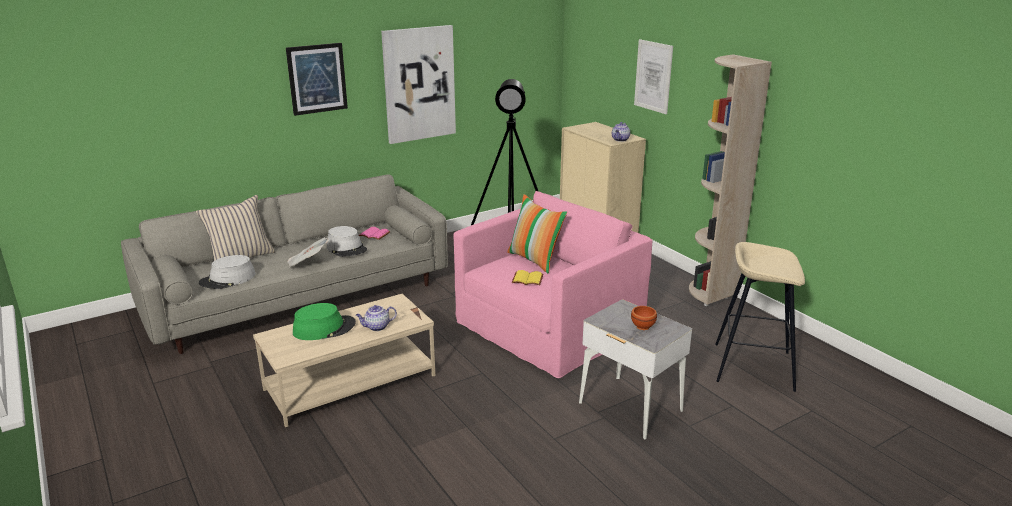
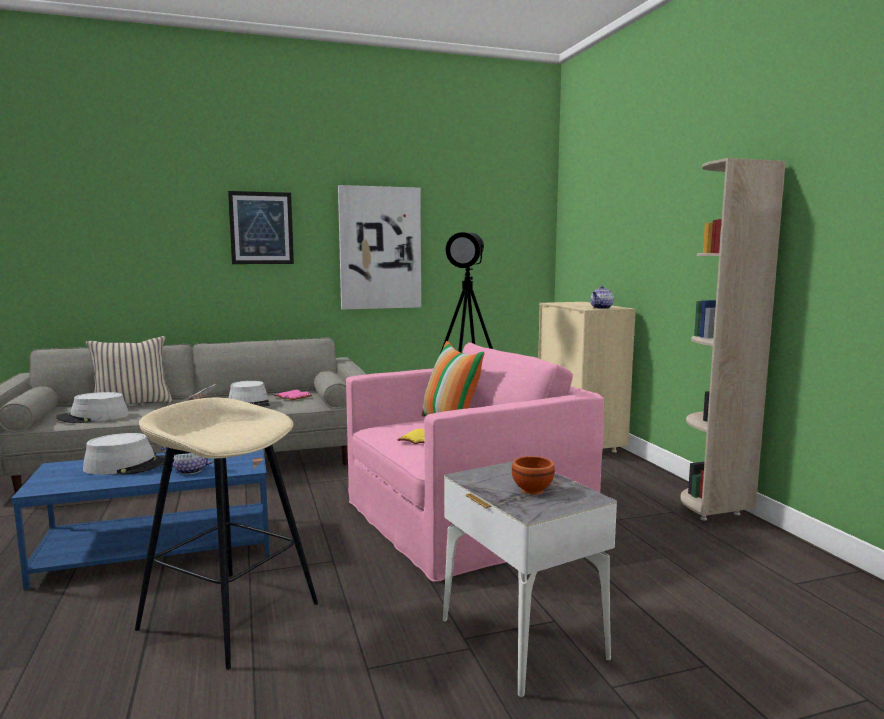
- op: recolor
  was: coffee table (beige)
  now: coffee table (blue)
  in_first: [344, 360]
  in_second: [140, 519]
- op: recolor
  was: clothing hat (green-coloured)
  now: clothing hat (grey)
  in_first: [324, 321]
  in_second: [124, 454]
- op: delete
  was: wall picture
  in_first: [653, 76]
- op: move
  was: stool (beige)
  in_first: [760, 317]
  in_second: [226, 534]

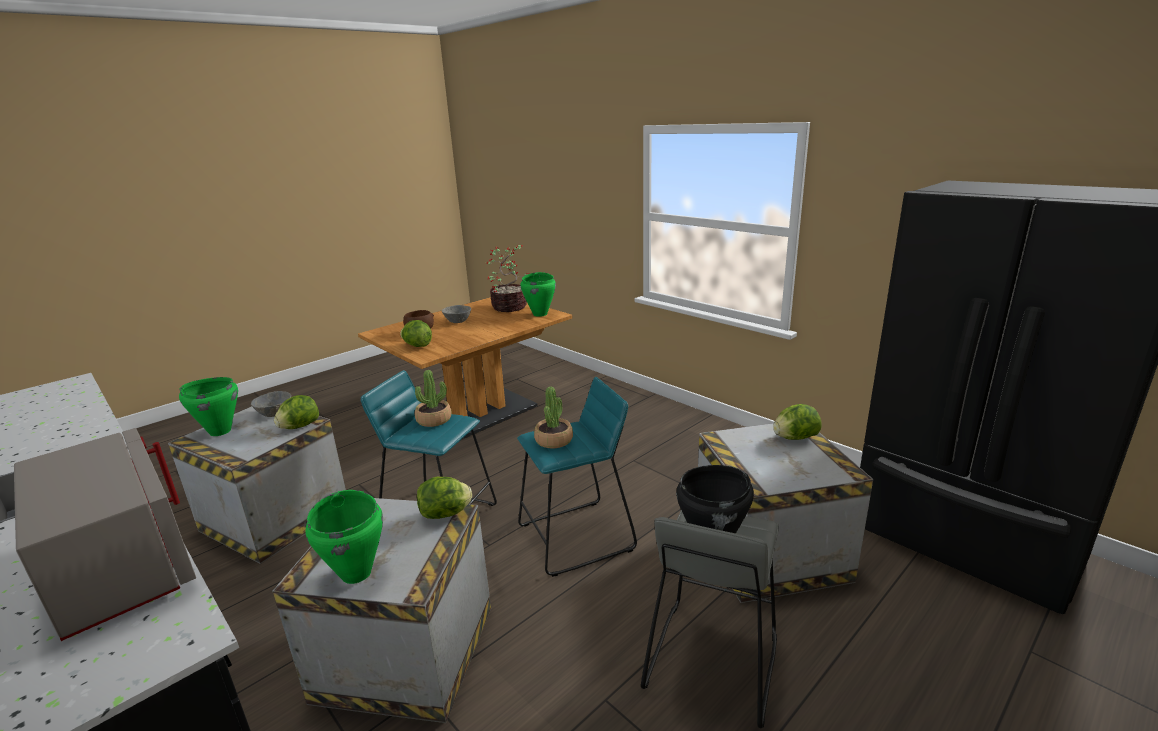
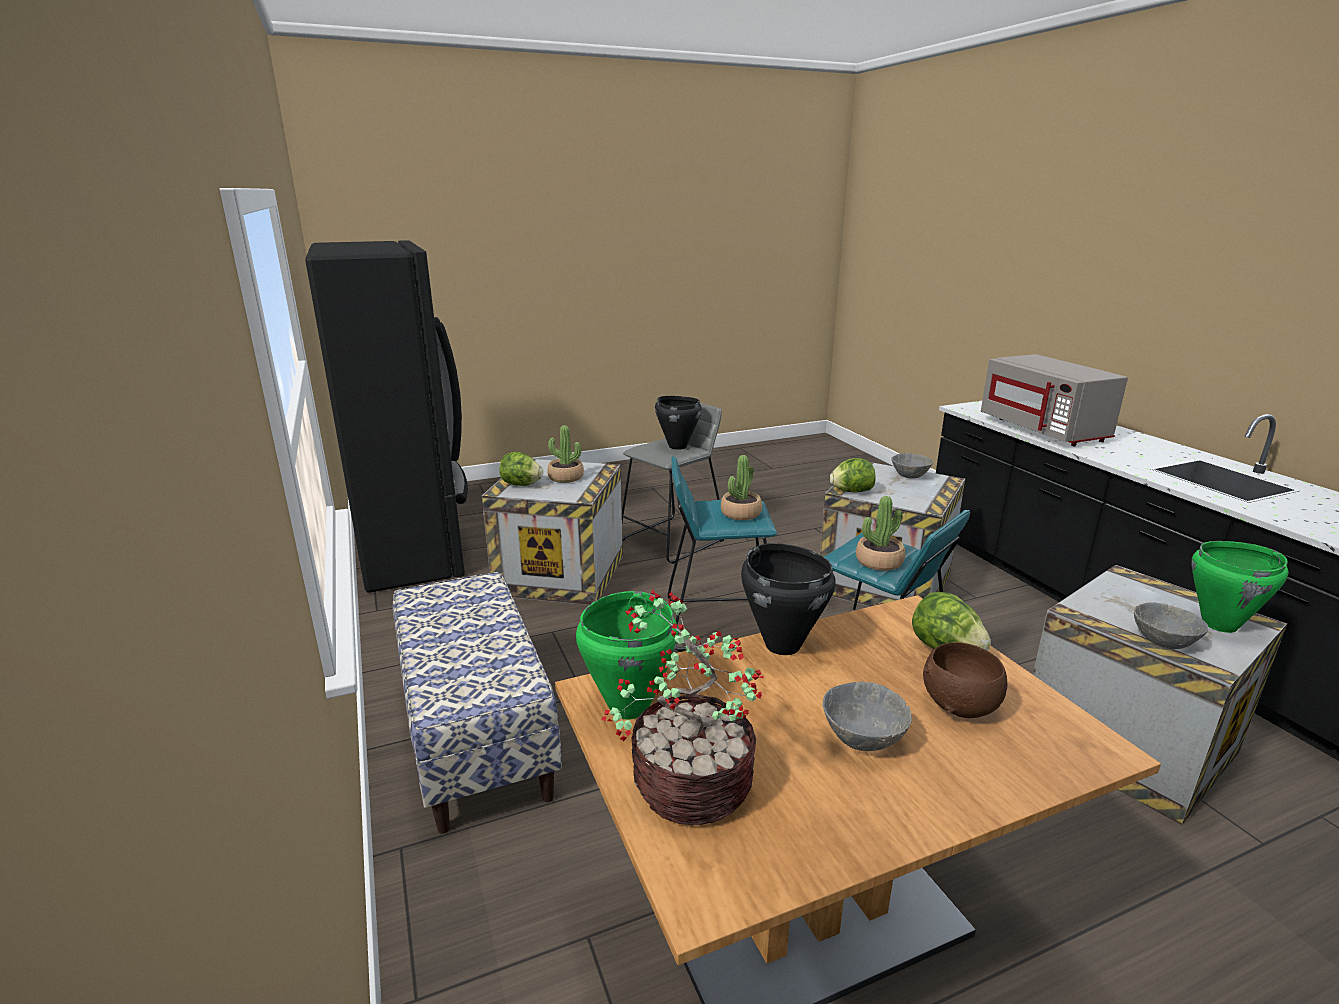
- op: delete
  was: lettuce
  in_first: [296, 412]
- op: replace
  was: stockpot (green-coloured)
  now: deep dish (grey)
  in_first: [344, 537]
  in_second: [912, 466]
- op: insert
  now: indoor bench
  in_second: [477, 703]
- op: insert
  now: houseplant
  in_second: [565, 454]
- op: insert
  now: stockpot (black)
  in_second: [788, 599]

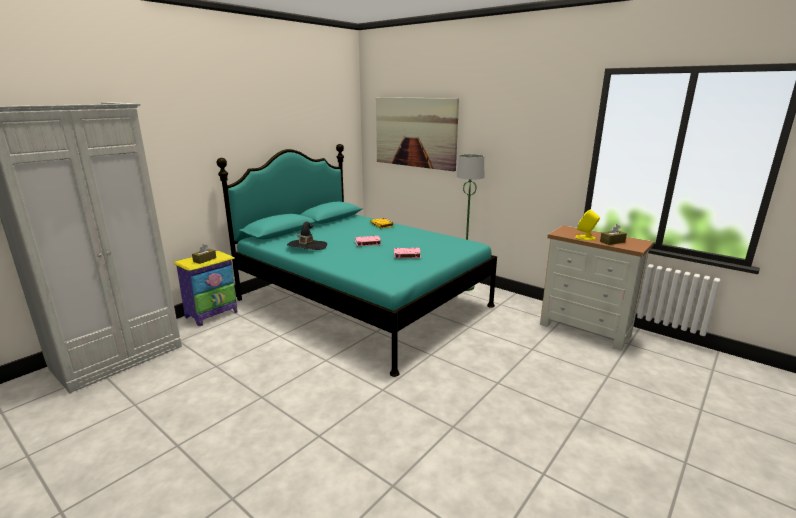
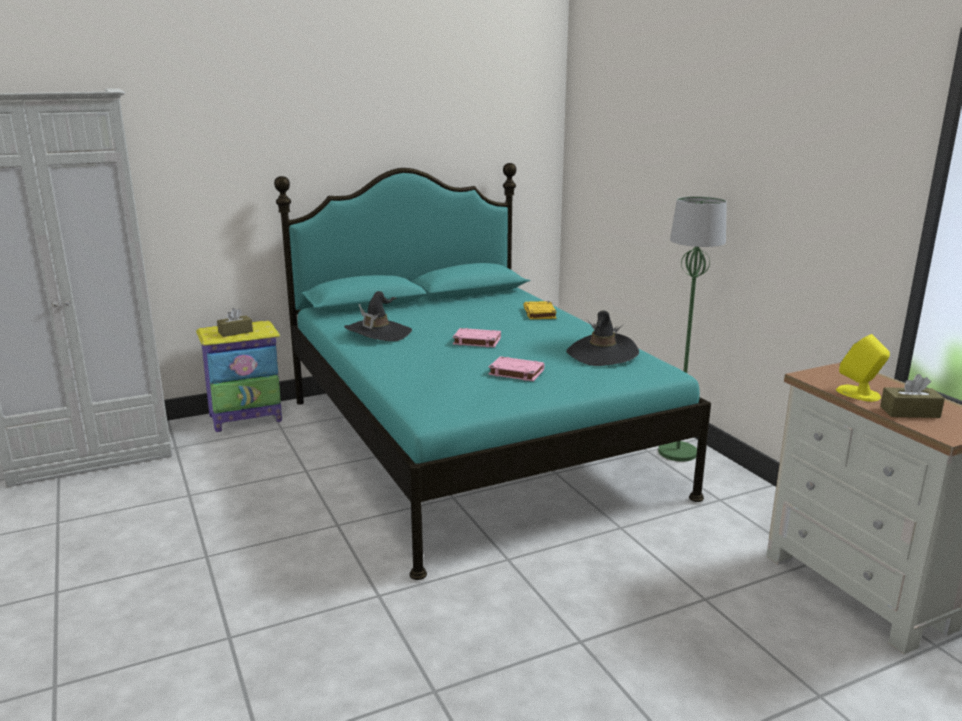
- op: delete
  was: wall picture
  in_first: [417, 134]
- op: insert
  now: clothing hat (black)
  in_second: [602, 338]

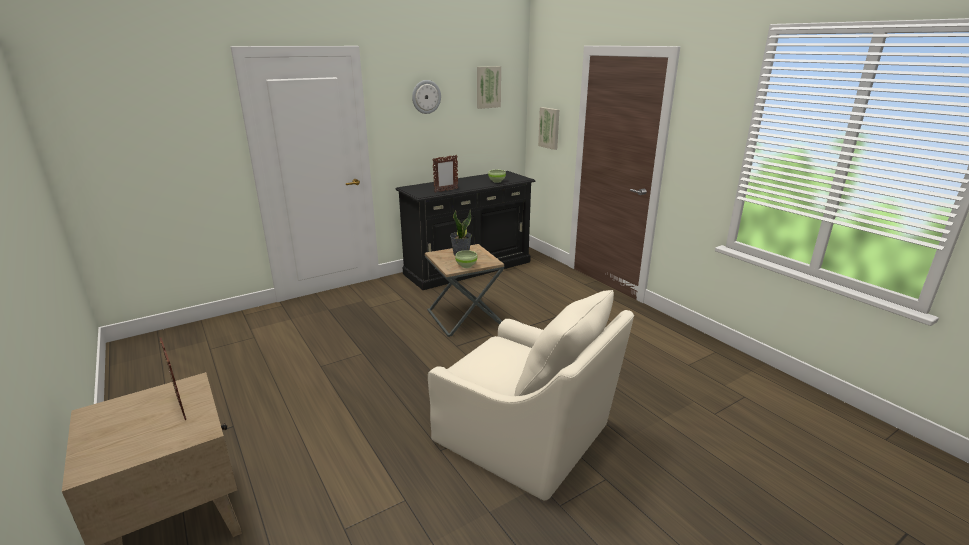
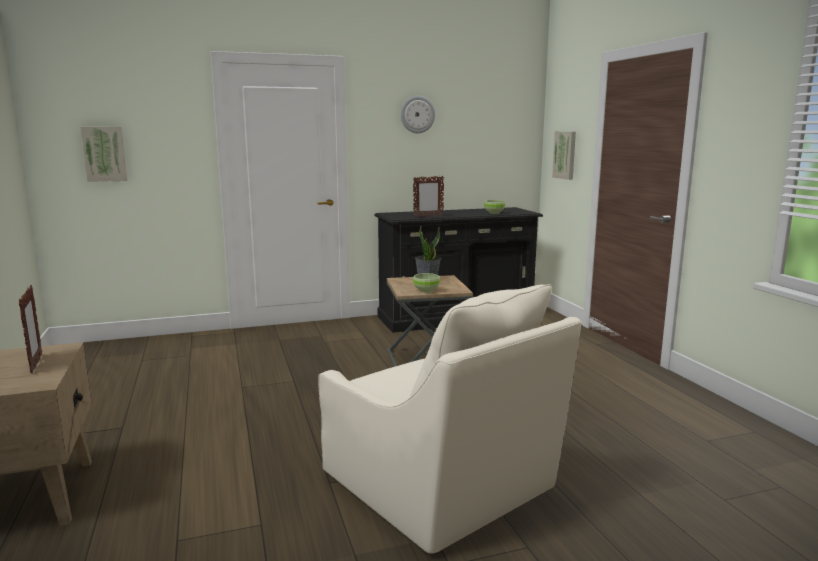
- op: move
  was: wall picture
  in_first: [489, 87]
  in_second: [104, 154]

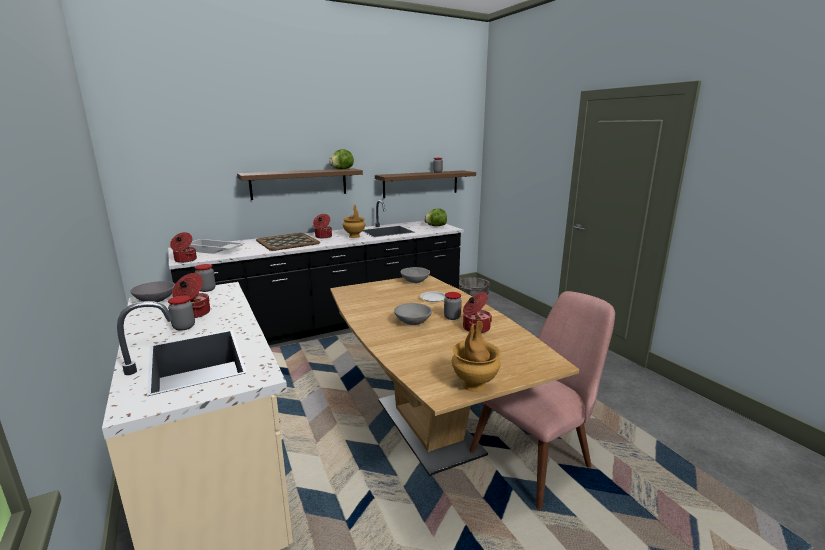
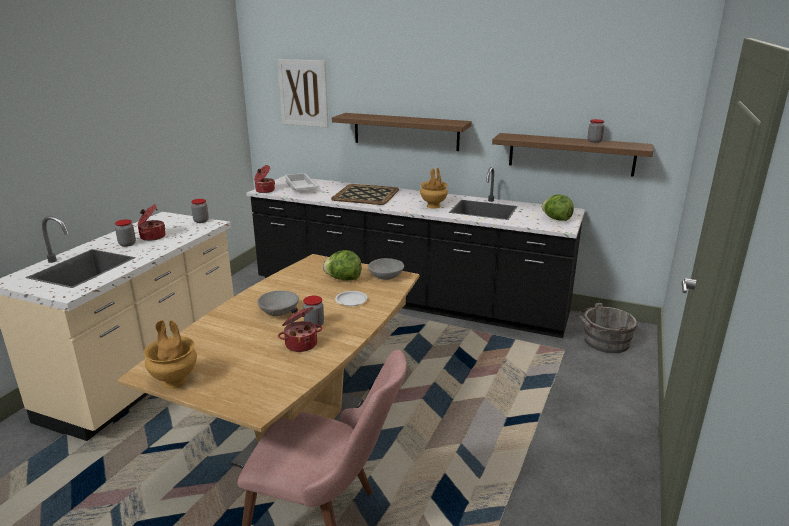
- op: delete
  was: deep dish (grey)
  in_first: [152, 291]
- op: delete
  was: stockpot
  in_first: [322, 226]
- op: move
  was: lettuce
  in_first: [341, 159]
  in_second: [342, 265]
- op: insert
  now: wall picture
  in_second: [302, 93]

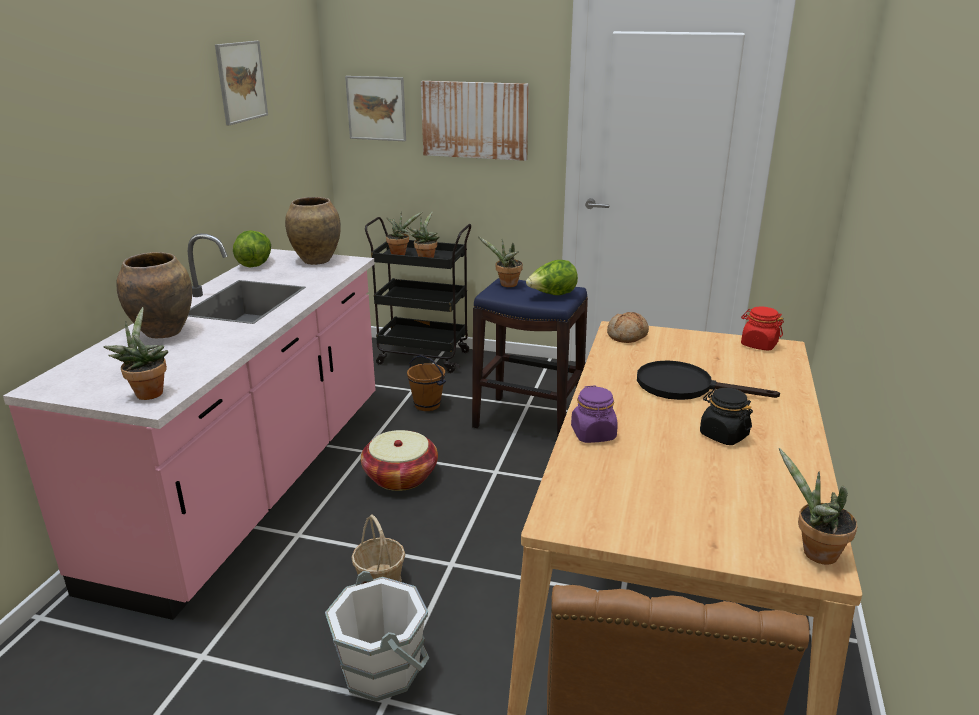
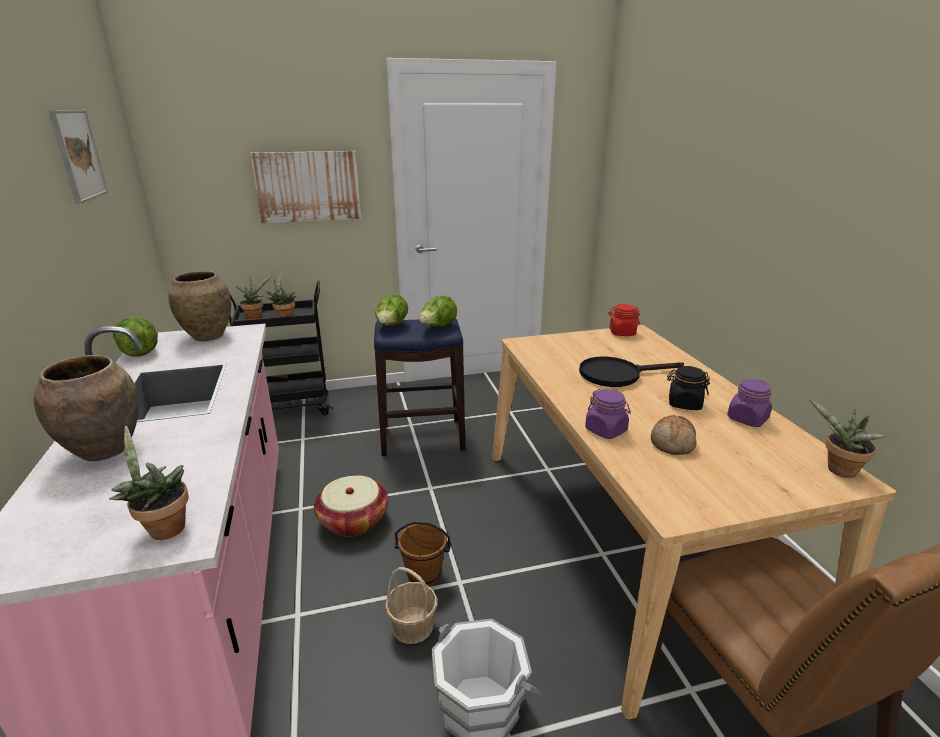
- op: delete
  was: wall picture
  in_first: [375, 108]
- op: move
  was: pail (brown)
  in_first: [426, 383]
  in_second: [423, 554]
- op: replace
  was: houseplant
  now: lettuce
  in_first: [500, 262]
  in_second: [391, 310]
- op: move
  was: bakery bread
  in_first: [628, 327]
  in_second: [674, 435]
- op: insert
  now: storage jar (purple)
  in_second: [749, 403]

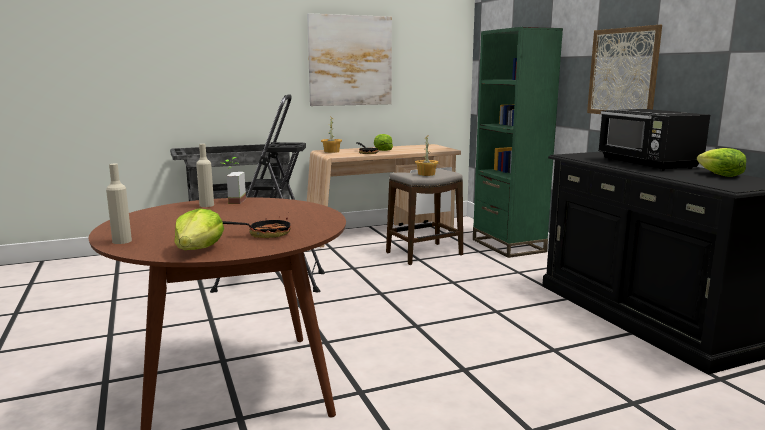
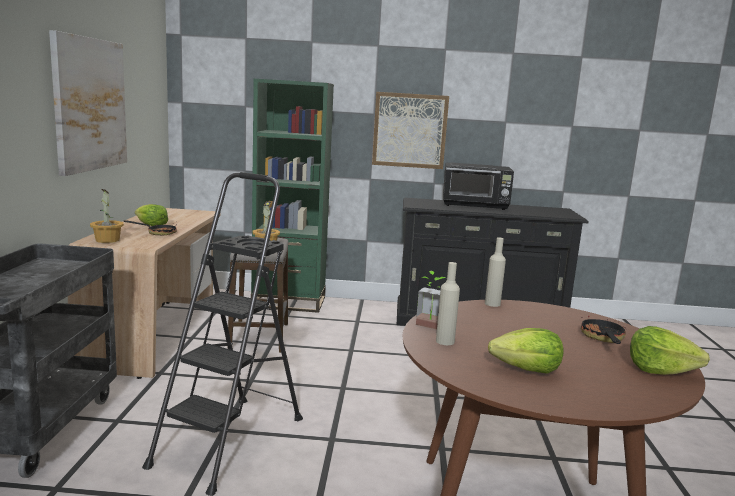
- op: move
  was: drink bottle (beige)
  in_first: [119, 204]
  in_second: [495, 272]
- op: move
  was: lettuce
  in_first: [721, 162]
  in_second: [526, 350]

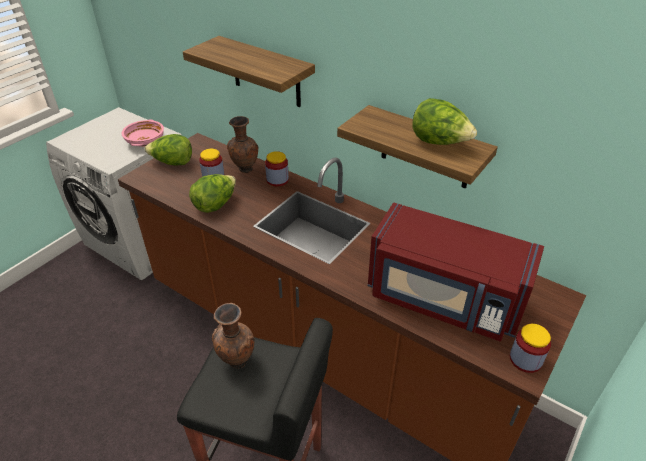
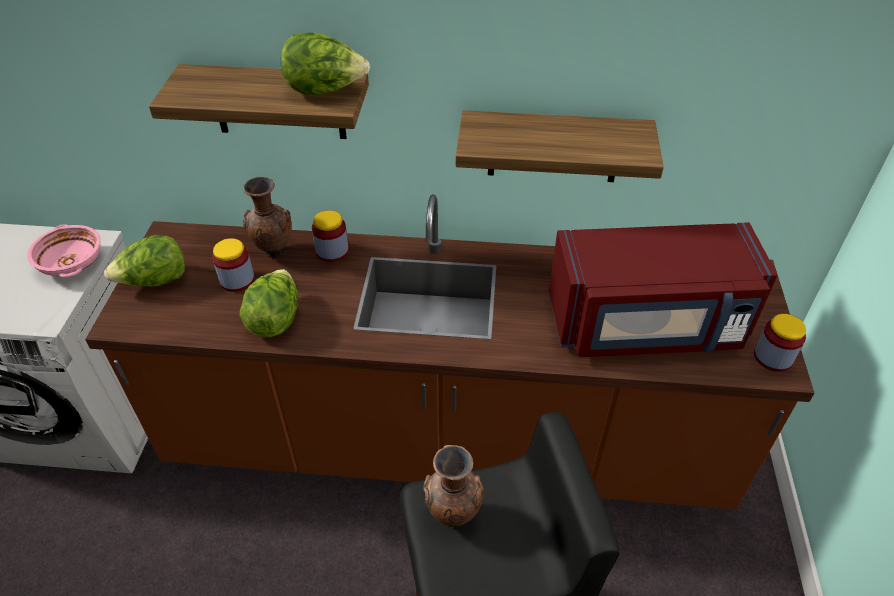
- op: move
  was: lettuce
  in_first: [444, 121]
  in_second: [325, 63]

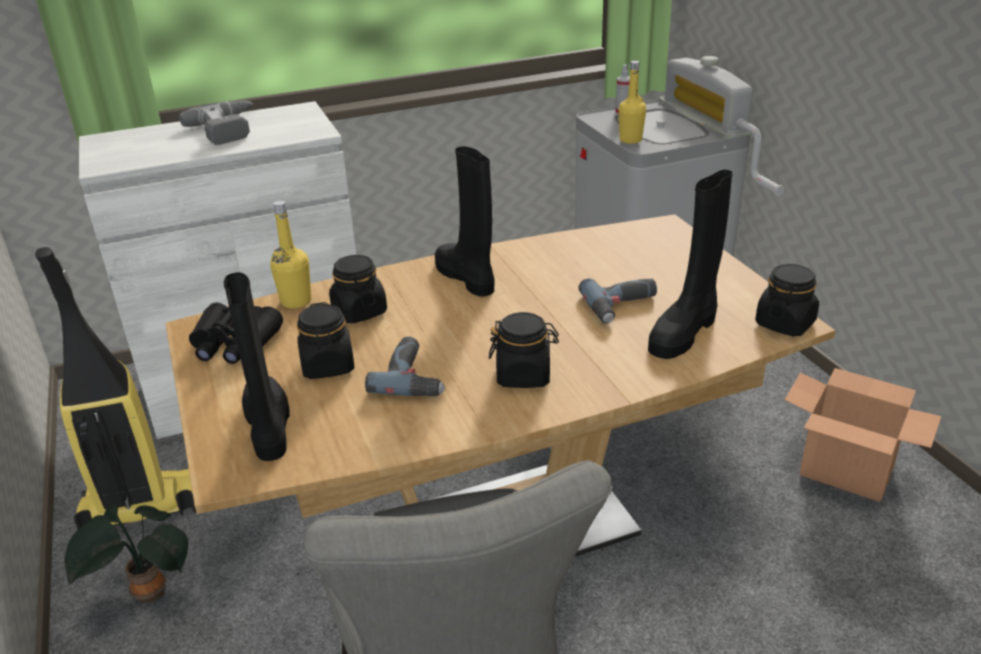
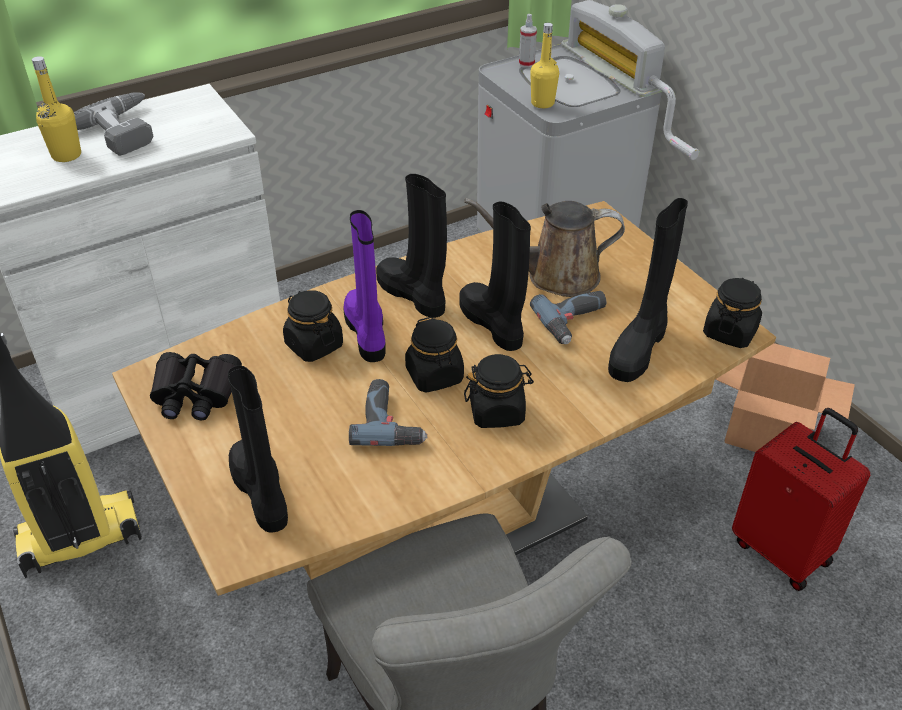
- op: delete
  was: houseplant
  in_first: [126, 552]
- op: move
  was: drink bottle (yellow)
  in_first: [290, 254]
  in_second: [56, 109]
- op: move
  was: storage jar (black)
  in_first: [326, 340]
  in_second: [434, 355]
- op: insert
  now: tall boot (purple)
  in_second: [364, 286]
- op: insert
  now: tall boot (black)
  in_second: [495, 276]
- op: insert
  now: sprinkling can (brown)
  in_second: [544, 247]
- op: insert
  now: travel case (reddish)
  in_second: [801, 499]

